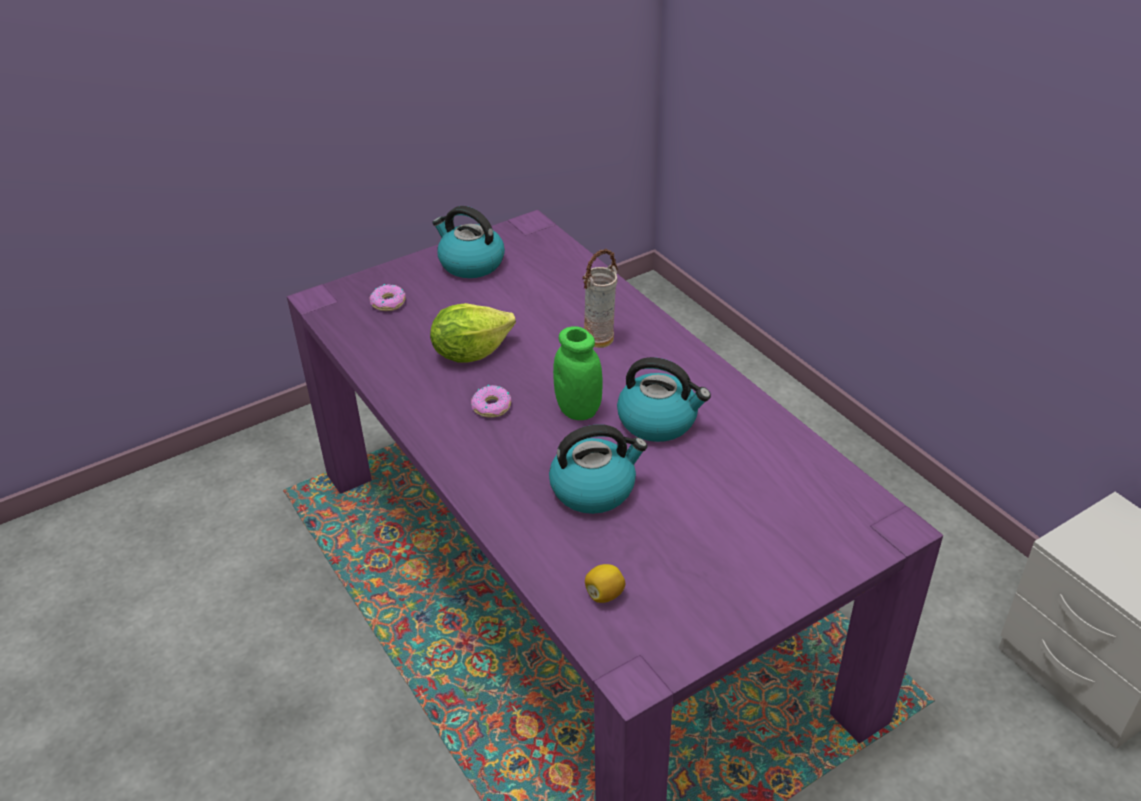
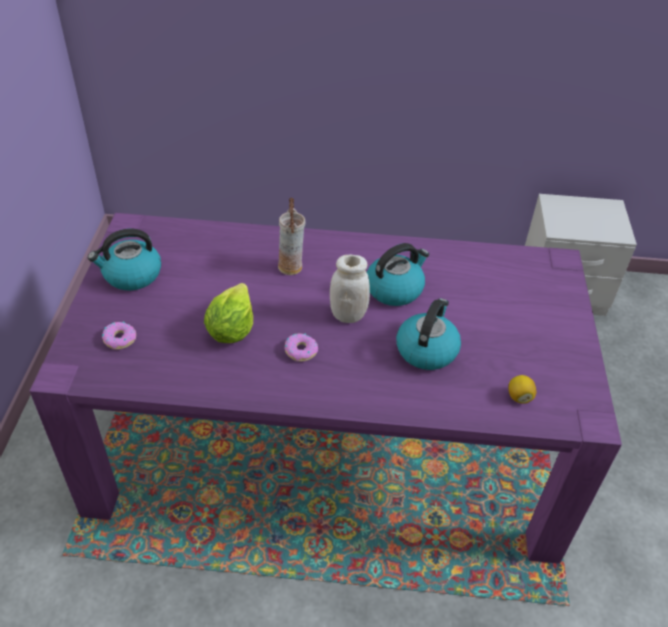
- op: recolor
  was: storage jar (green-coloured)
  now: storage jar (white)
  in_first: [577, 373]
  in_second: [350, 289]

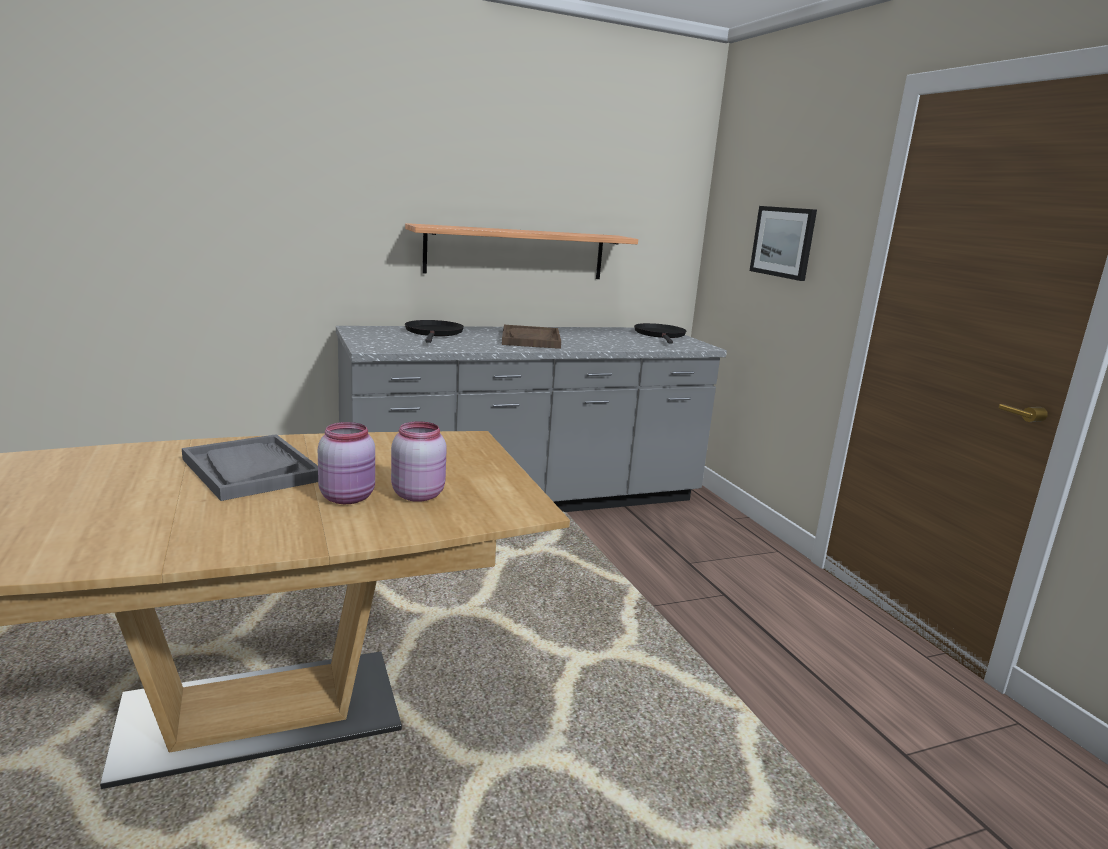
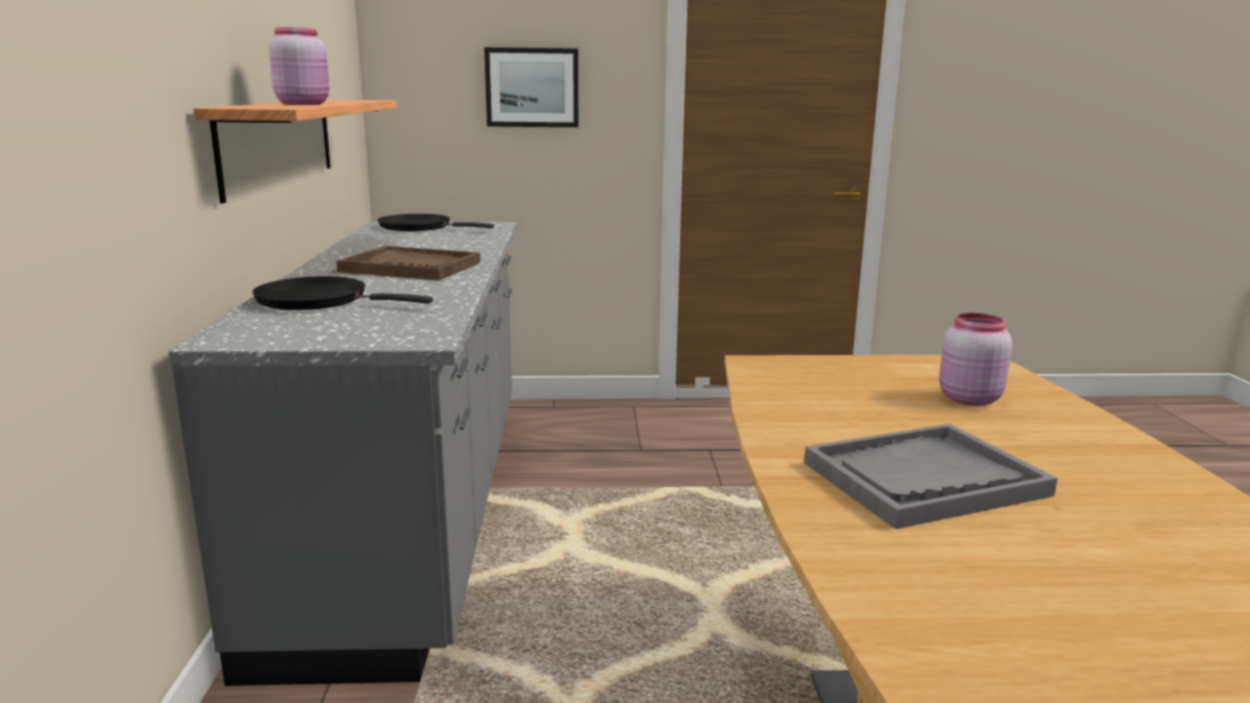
- op: move
  was: storage jar (pink)
  in_first: [346, 463]
  in_second: [299, 66]

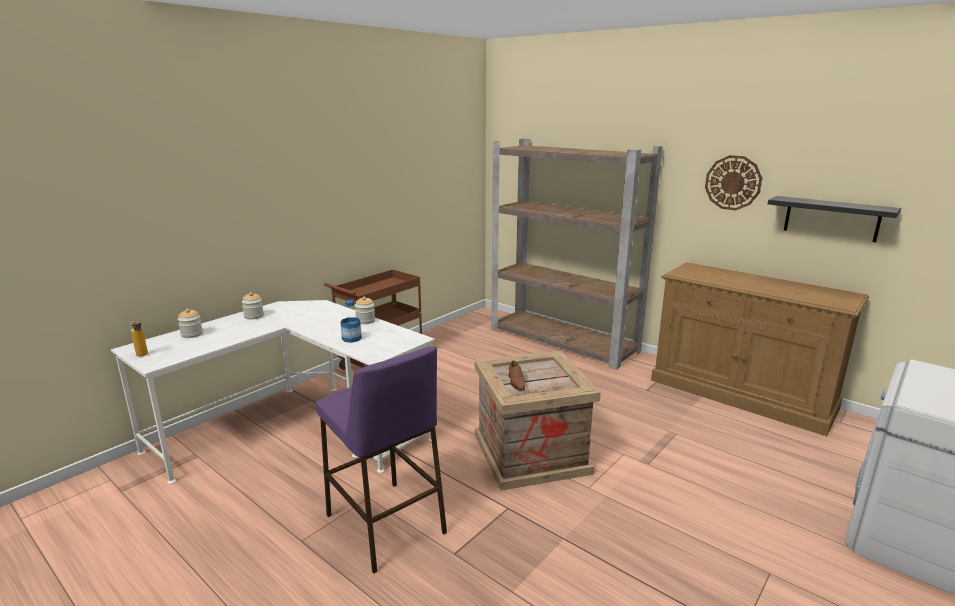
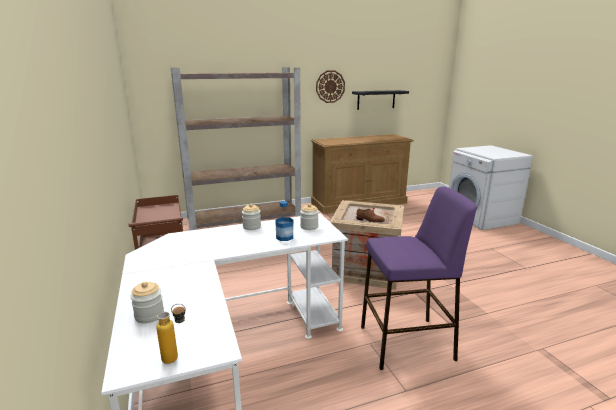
- op: move
  was: storage jar
  in_first: [253, 306]
  in_second: [309, 217]

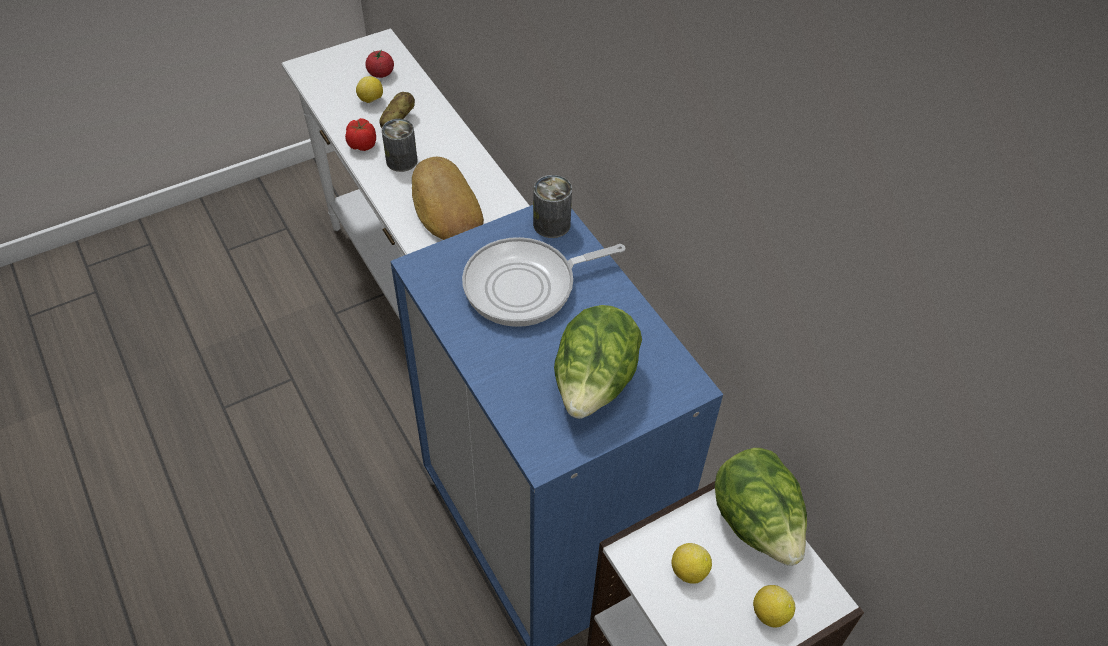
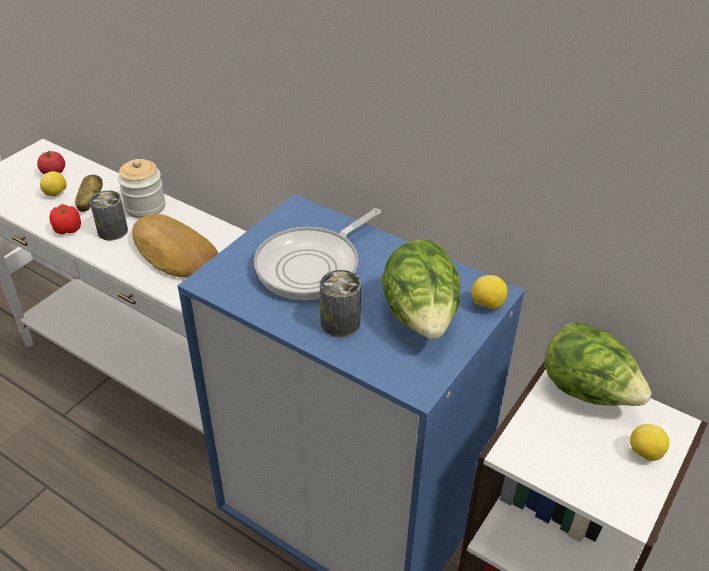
- op: move
  was: metal can
  in_first: [552, 206]
  in_second: [340, 303]
- op: move
  was: citrus fruit
  in_first: [691, 563]
  in_second: [490, 292]
- op: insert
  now: storage jar
  in_second: [141, 188]

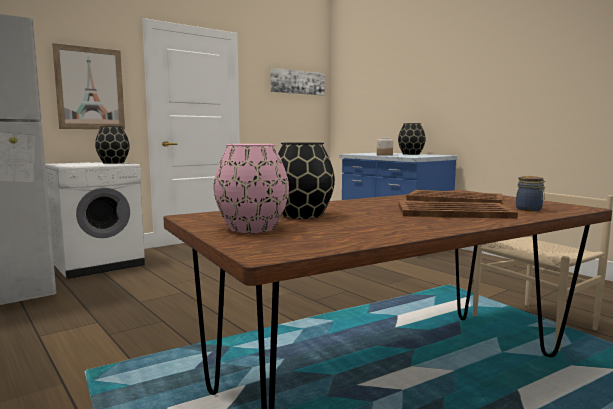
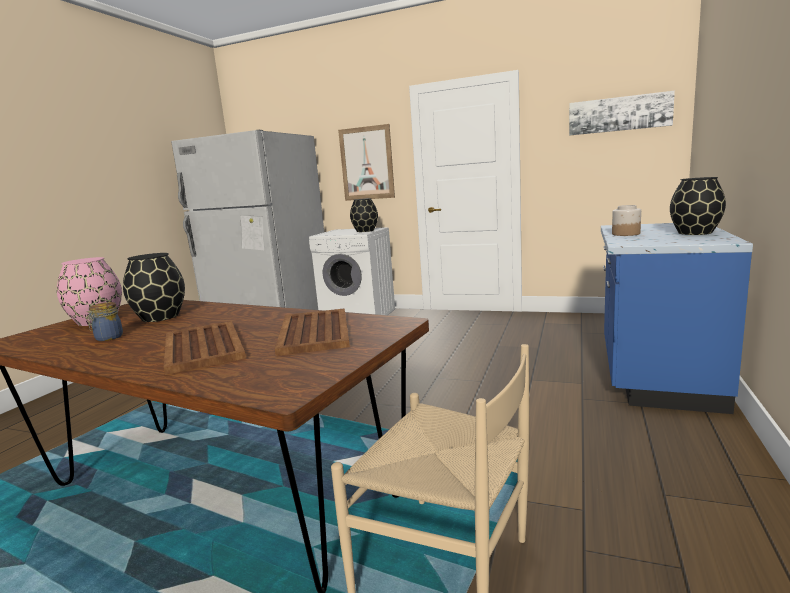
- op: move
  was: storage jar
  in_first: [530, 193]
  in_second: [104, 321]

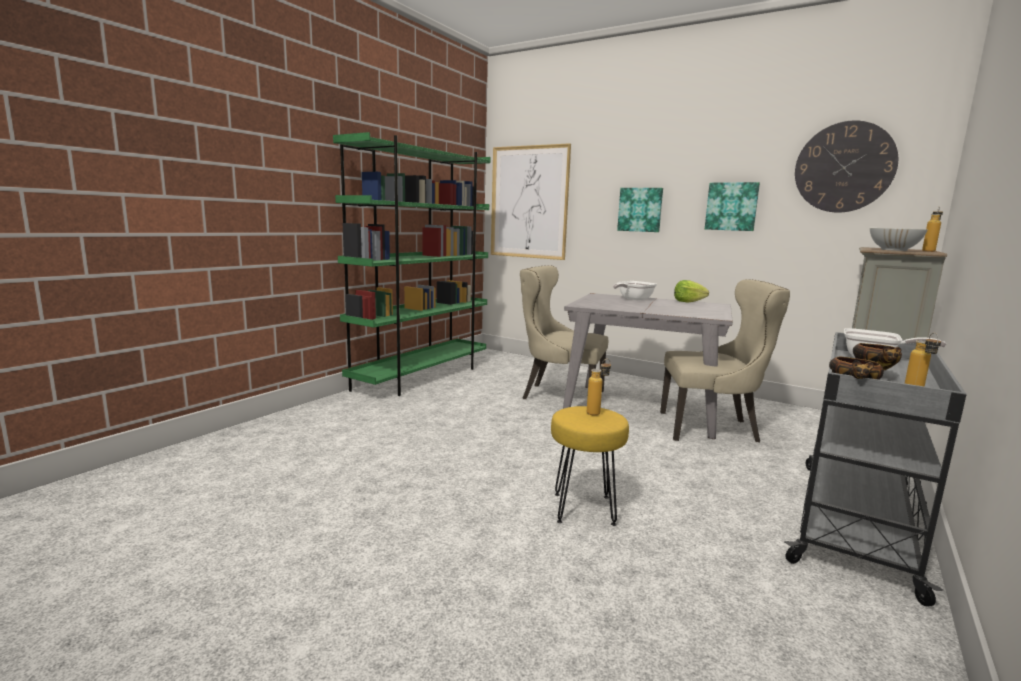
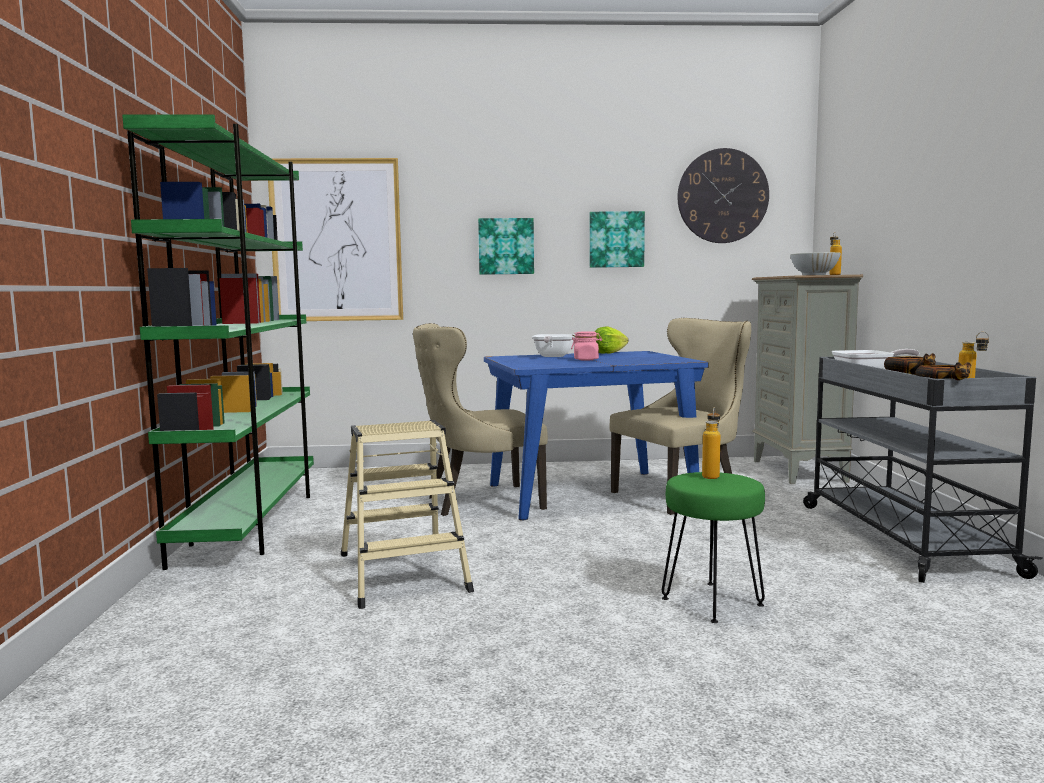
- op: recolor
  was: stool (yellow)
  now: stool (green-coloured)
  in_first: [590, 466]
  in_second: [713, 547]
- op: recolor
  was: kitchen table (grey)
  now: kitchen table (blue)
  in_first: [648, 366]
  in_second: [596, 435]
- op: insert
  now: step stool (beige)
  in_second: [407, 514]
- op: insert
  now: storage jar (pink)
  in_second: [586, 346]

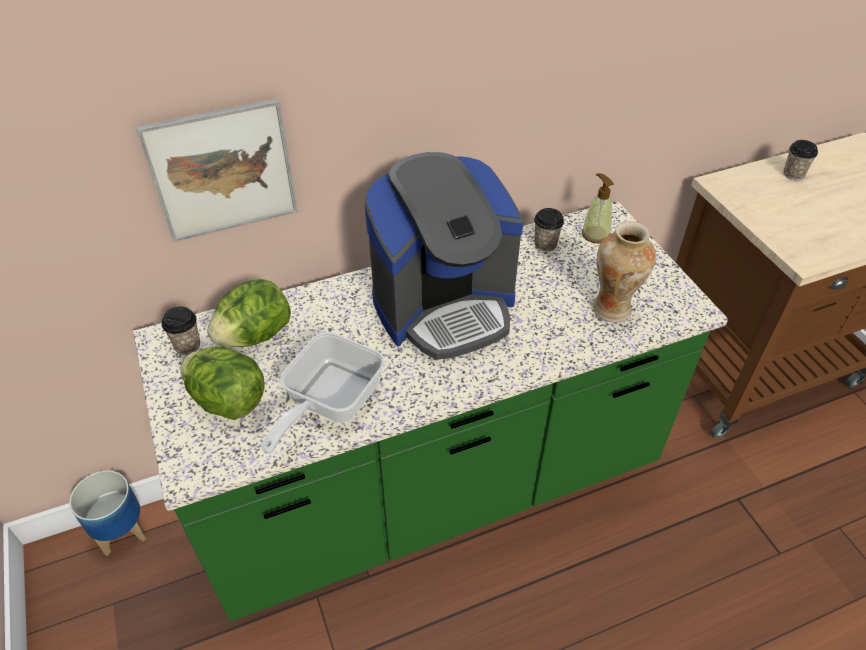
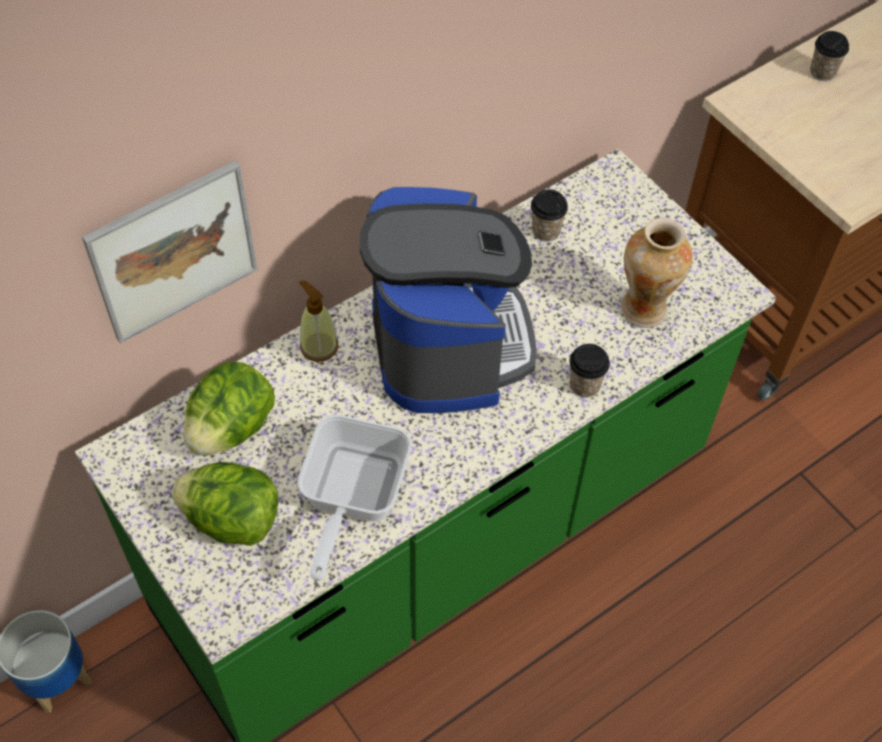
- op: move
  was: cup
  in_first: [181, 331]
  in_second: [589, 370]
- op: rotate
  was: coffee brewer
  in_first: [444, 256]
  in_second: [448, 300]
  clockwise: -60
- op: move
  was: soap bottle
  in_first: [598, 208]
  in_second: [318, 321]

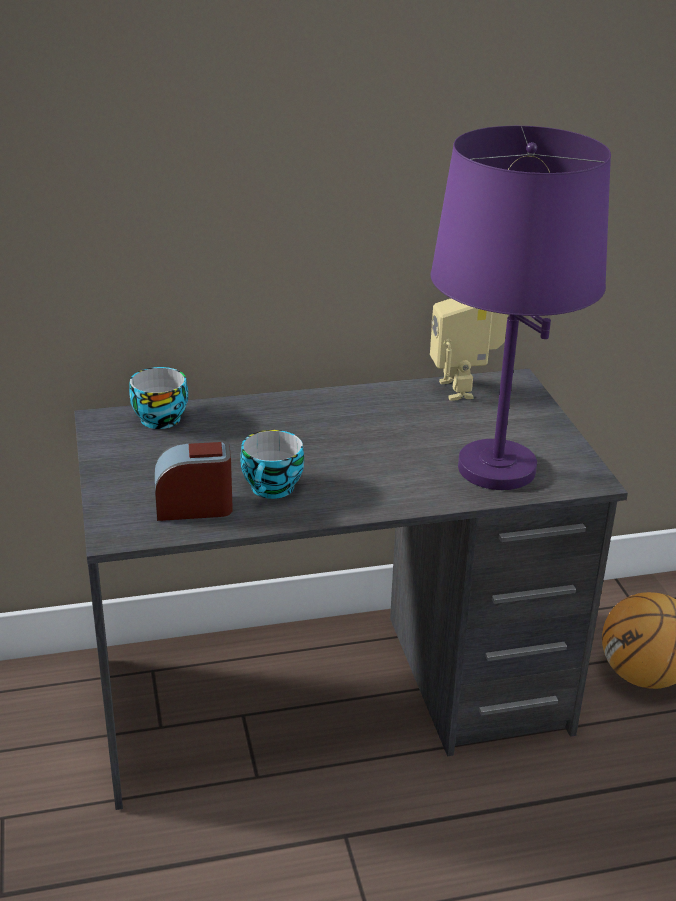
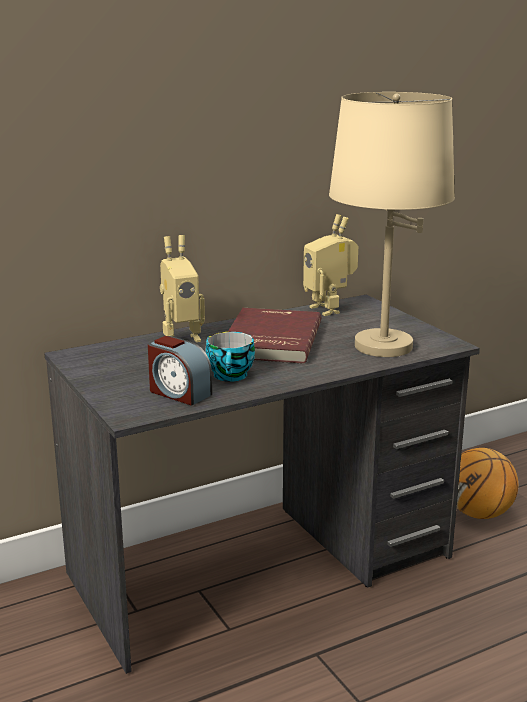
- op: delete
  was: cup
  in_first: [158, 398]
- op: rotate
  was: alarm clock
  in_first: [194, 480]
  in_second: [180, 371]
  clockwise: -120
- op: recolor
  was: table lamp (purple)
  now: table lamp (beige)
  in_first: [521, 308]
  in_second: [392, 224]
- op: insert
  now: toy robot
  in_second: [182, 288]
- op: insert
  now: book (reddish)
  in_second: [274, 336]

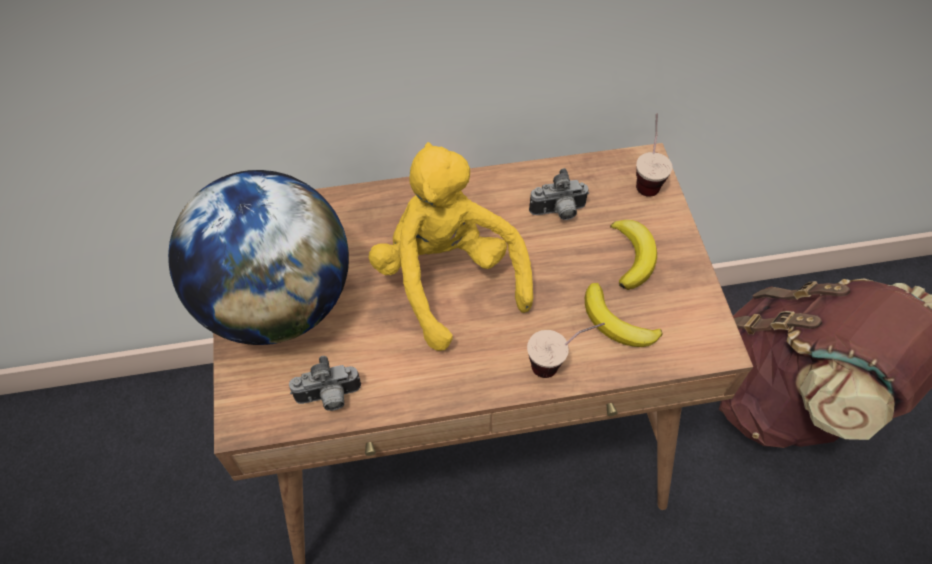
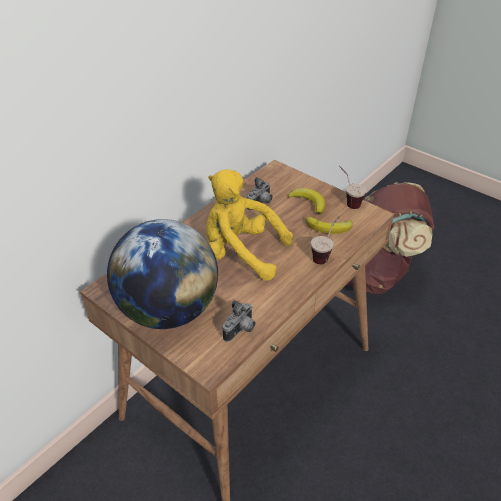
- op: move
  was: cup
  in_first: [654, 155]
  in_second: [352, 187]

